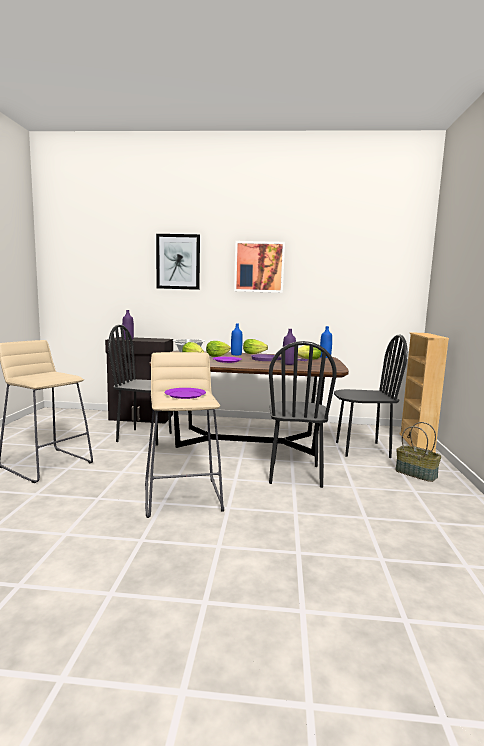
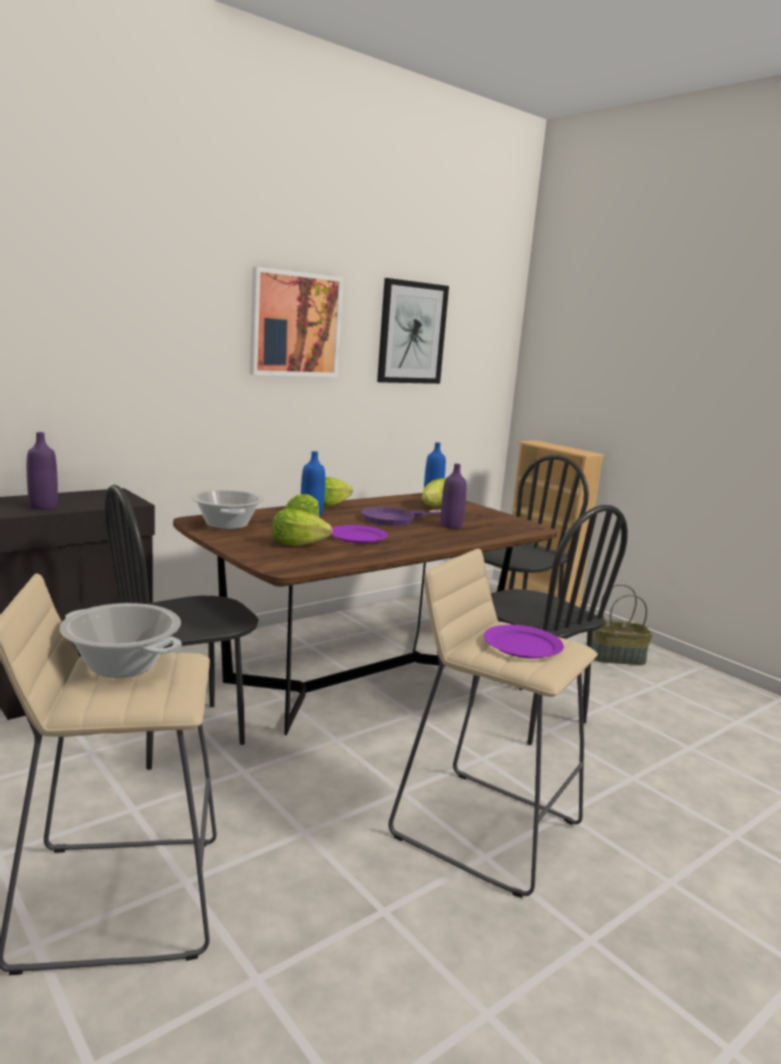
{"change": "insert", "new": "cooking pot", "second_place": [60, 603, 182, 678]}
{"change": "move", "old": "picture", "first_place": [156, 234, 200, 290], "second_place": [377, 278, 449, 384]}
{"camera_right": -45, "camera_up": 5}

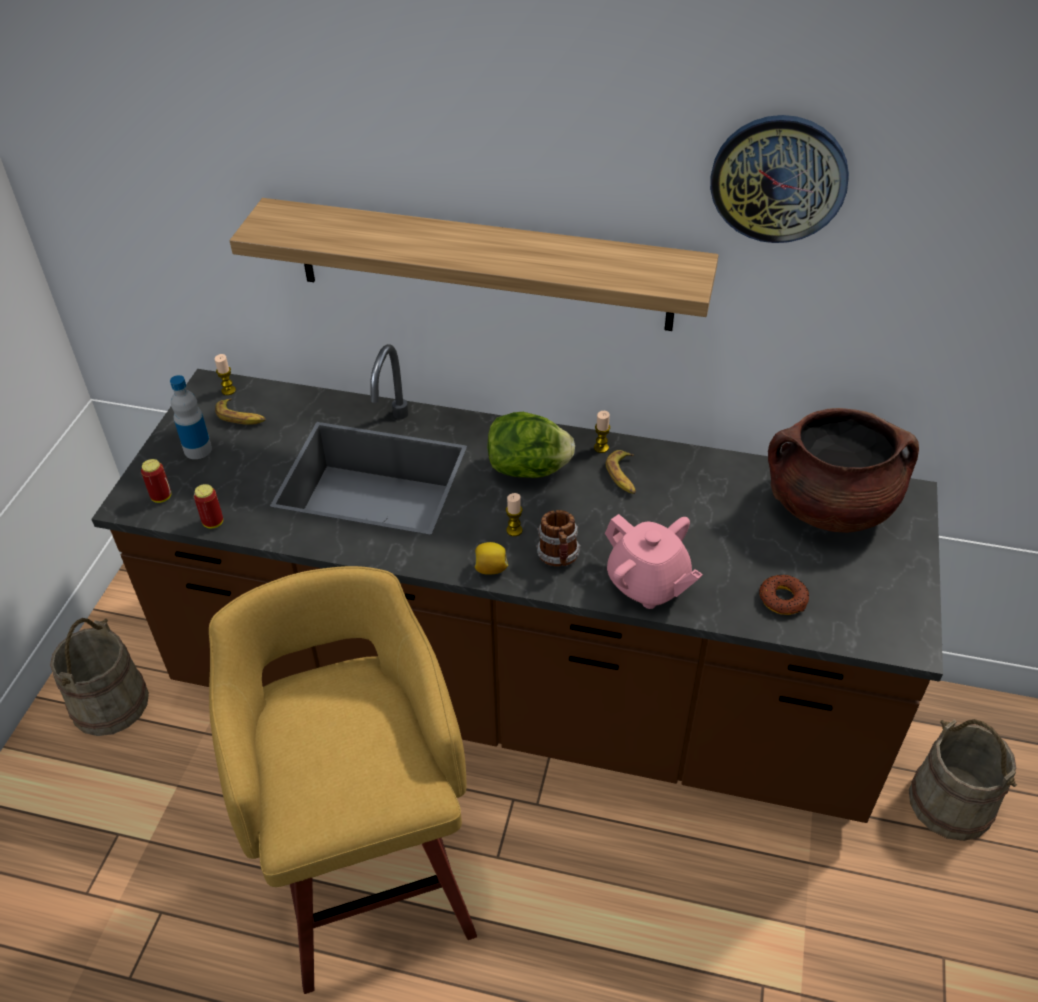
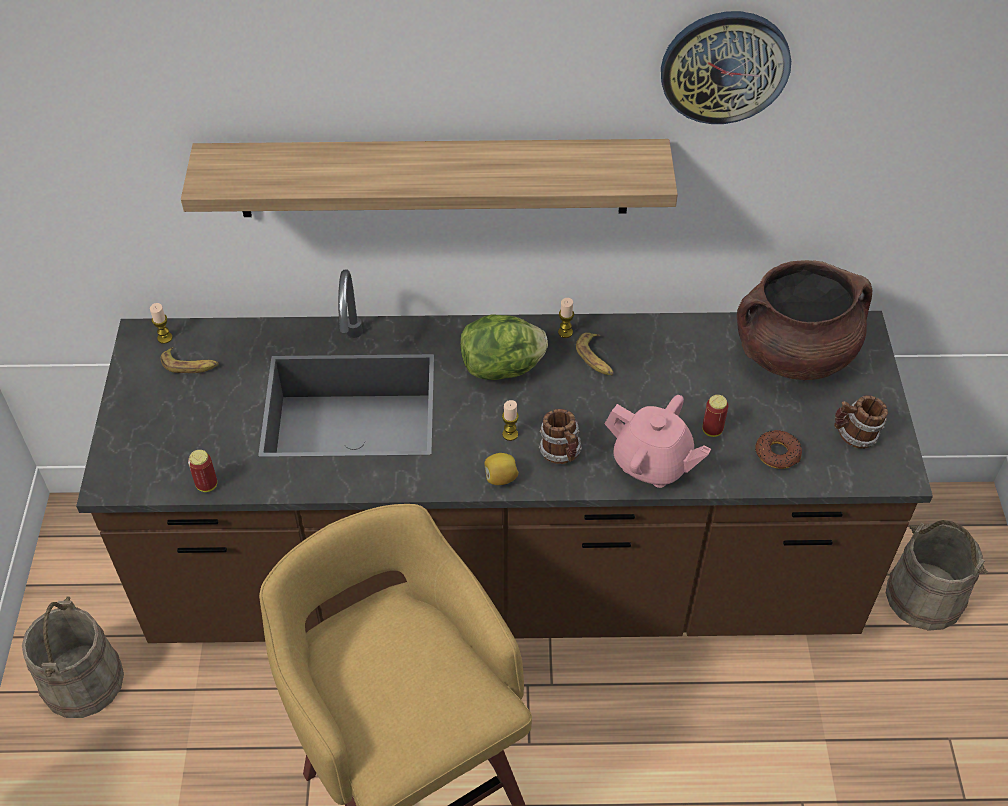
{"change": "move", "old": "can", "first_place": [141, 459, 171, 503], "second_place": [702, 395, 728, 437]}
{"change": "insert", "new": "mug", "second_place": [834, 395, 888, 449]}
{"change": "delete", "old": "bottle", "first_place": [170, 375, 212, 459]}
{"camera_right": -15, "camera_up": 5}

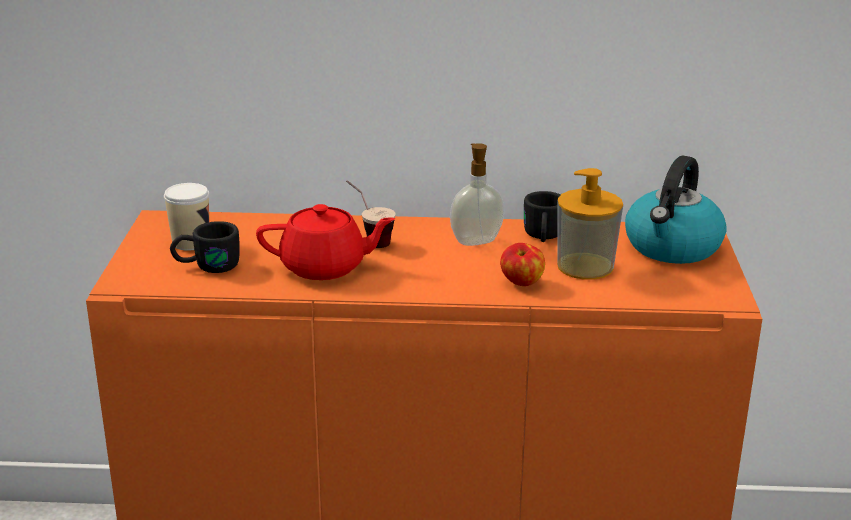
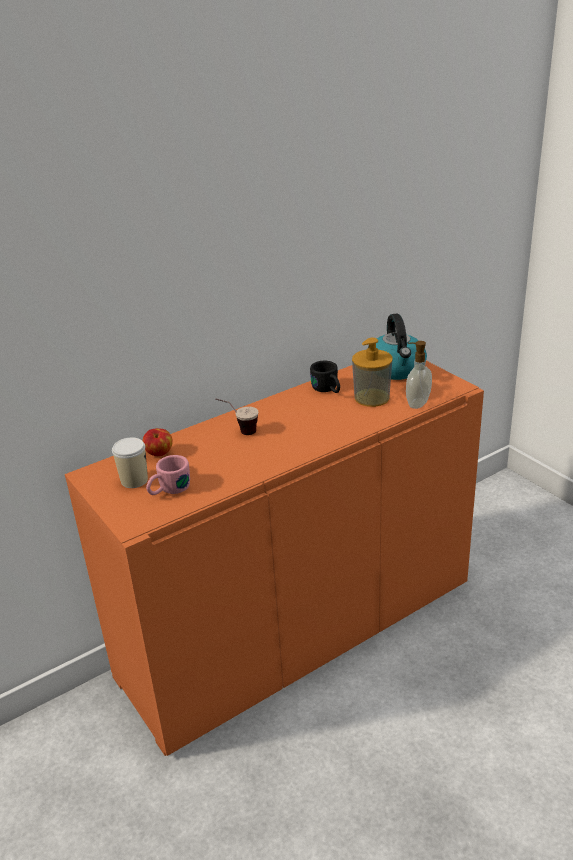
{"change": "move", "old": "apple", "first_place": [500, 243, 545, 286], "second_place": [142, 428, 173, 456]}
{"change": "recolor", "old": "black mug", "new": "pink mug", "first_place": [170, 221, 240, 273], "second_place": [146, 455, 190, 495]}
{"change": "move", "old": "soap dispenser", "first_place": [450, 143, 504, 246], "second_place": [406, 341, 432, 409]}
{"change": "delete", "old": "red teapot", "first_place": [256, 204, 395, 280]}
{"camera_right": -35, "camera_up": 5}

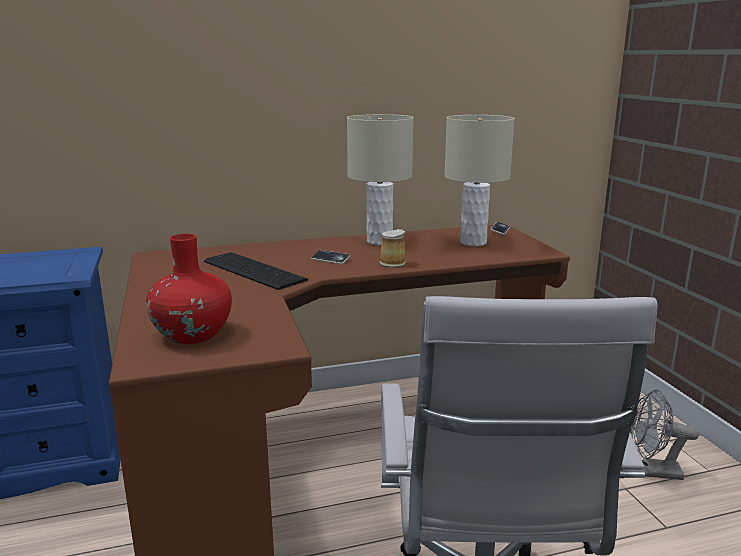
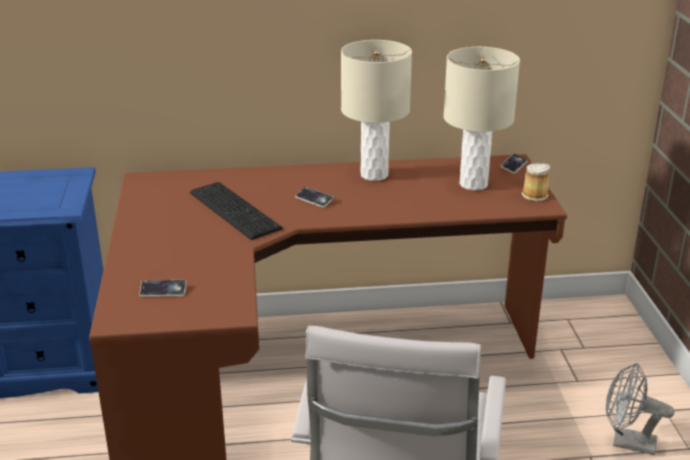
{"change": "replace", "old": "red vase", "new": "phone", "first_place": [146, 234, 232, 344], "second_place": [139, 280, 186, 297]}
{"change": "move", "old": "mug", "first_place": [379, 229, 406, 267], "second_place": [522, 164, 550, 201]}
{"camera_right": 10, "camera_up": 10}

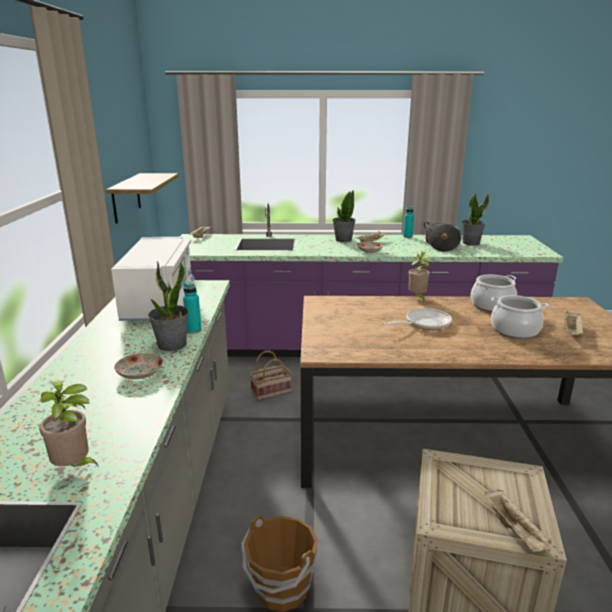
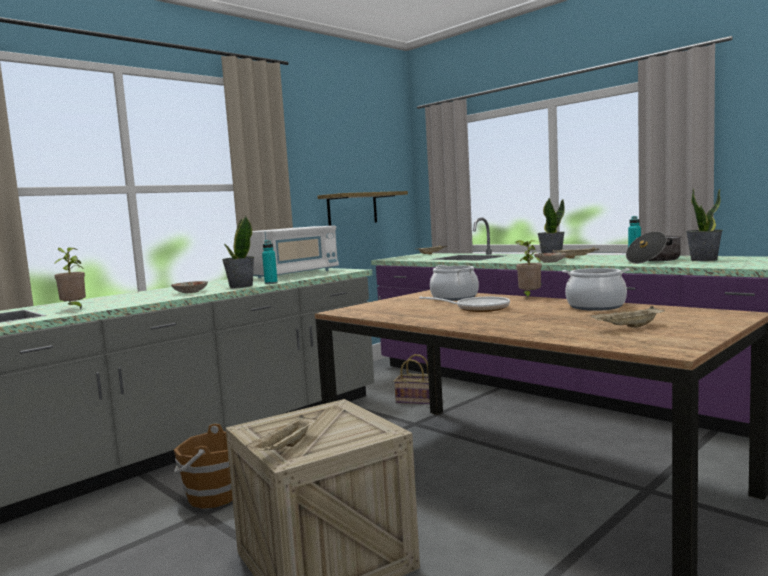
{"change": "move", "old": "cooking pot", "first_place": [491, 295, 549, 339], "second_place": [430, 265, 479, 301]}
{"camera_right": 45, "camera_up": -15}

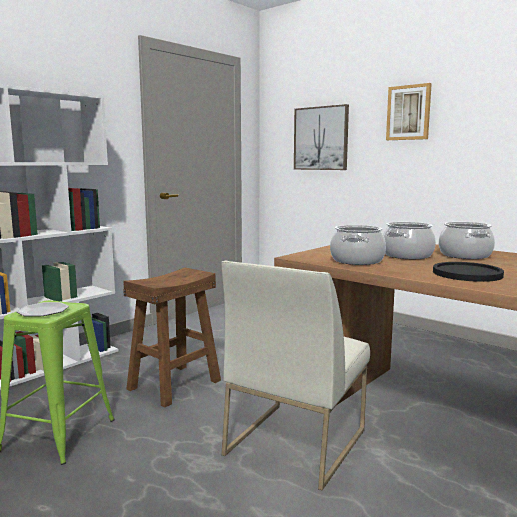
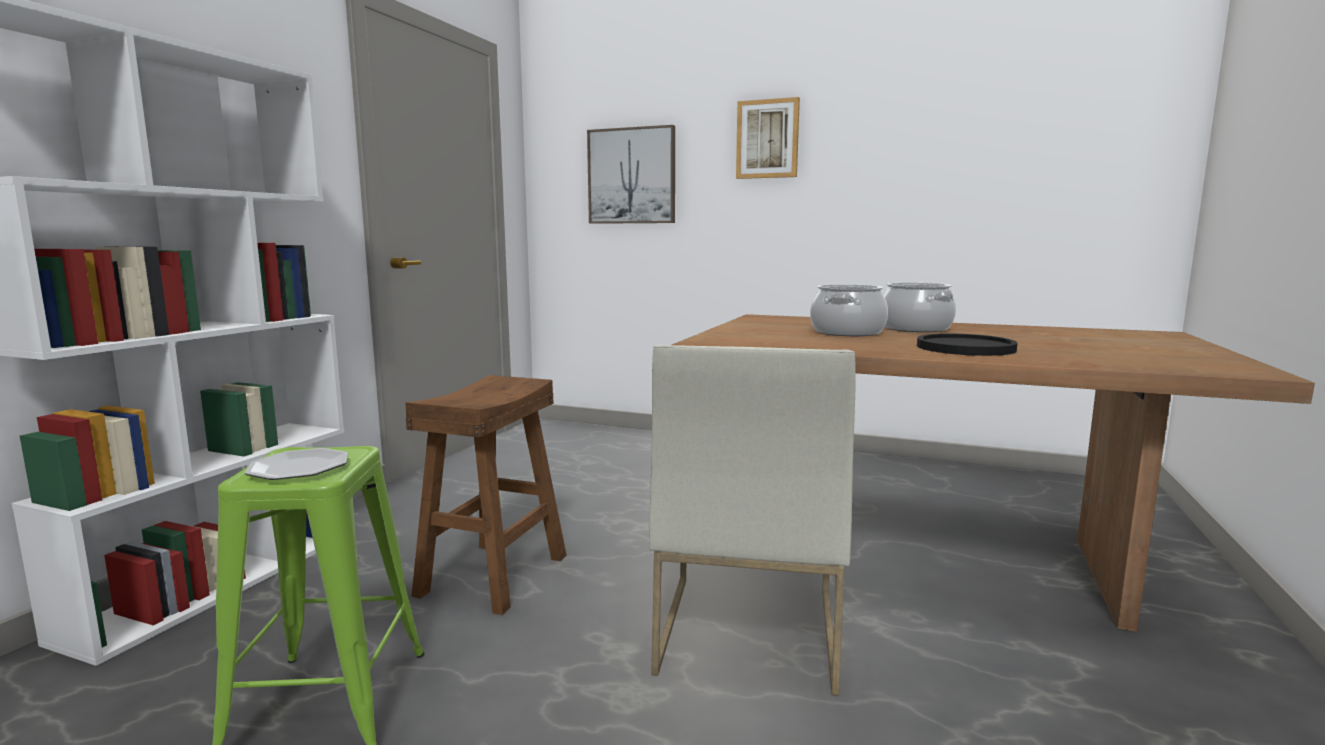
{"change": "delete", "old": "cooking pot", "first_place": [330, 225, 386, 265]}
{"camera_right": -20, "camera_up": 0}

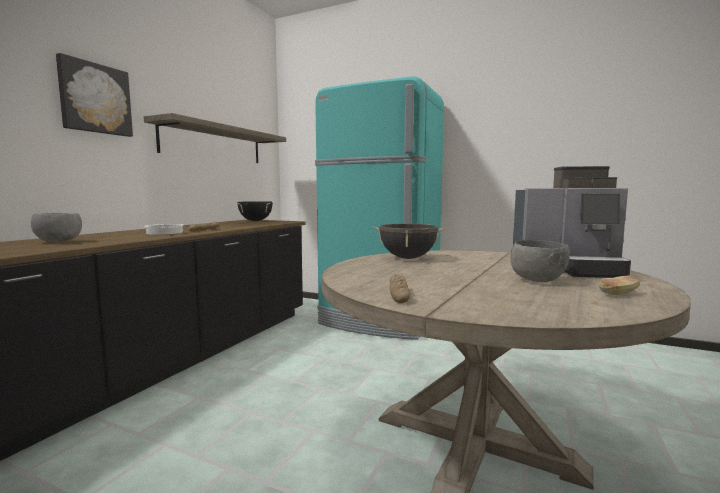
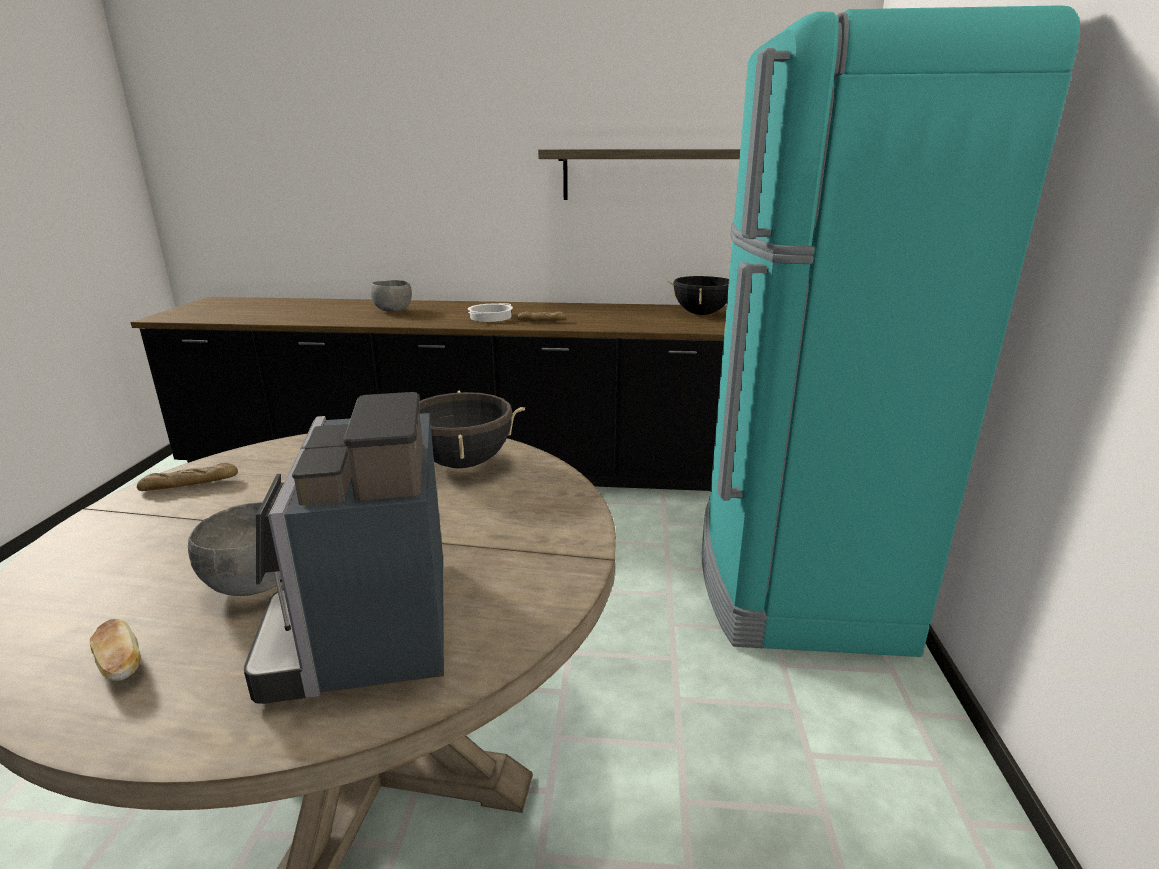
{"change": "delete", "old": "picture", "first_place": [56, 53, 133, 137]}
{"camera_right": 70, "camera_up": 15}

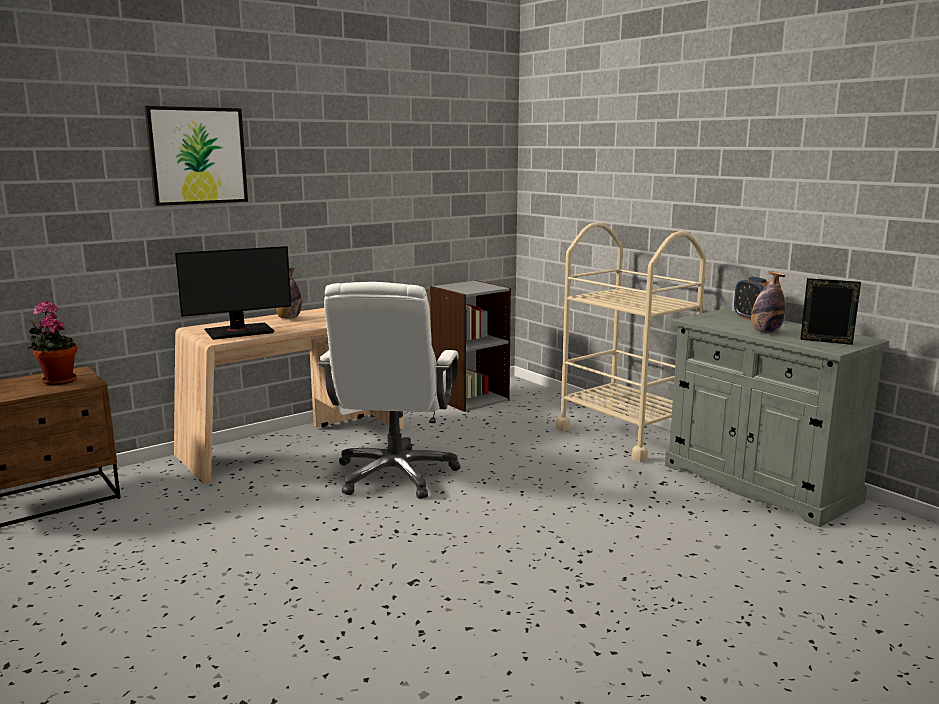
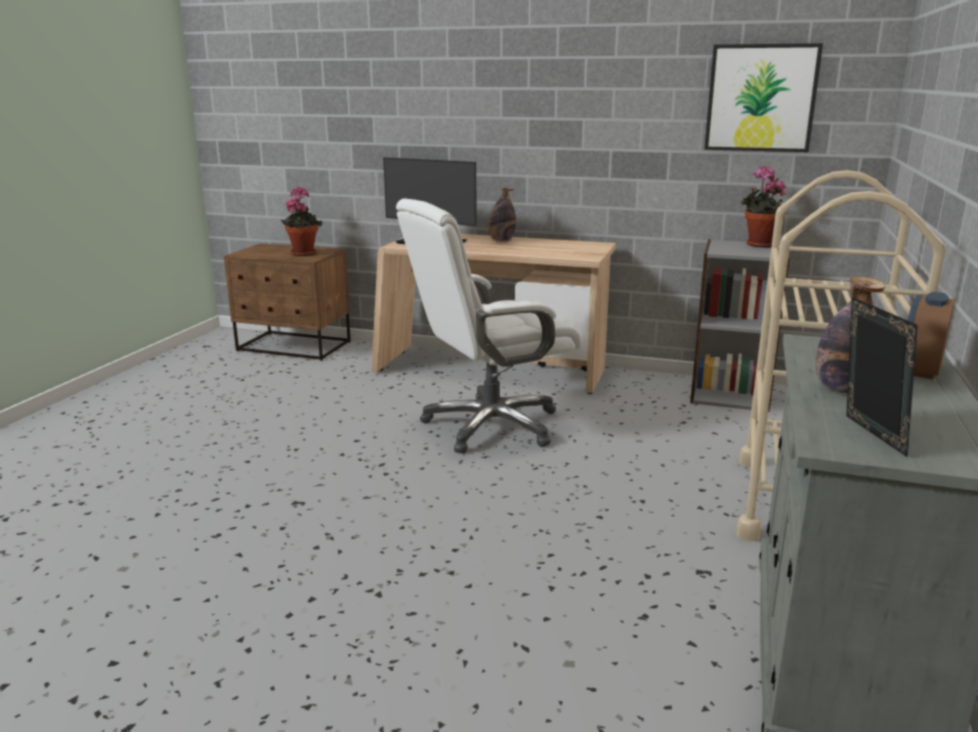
{"change": "move", "old": "picture", "first_place": [144, 106, 248, 206], "second_place": [704, 43, 823, 152]}
{"change": "insert", "new": "potted plant", "second_place": [741, 166, 789, 248]}
{"camera_right": 55, "camera_up": 5}

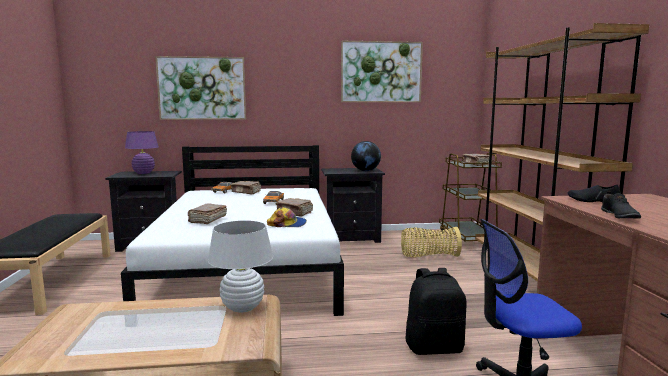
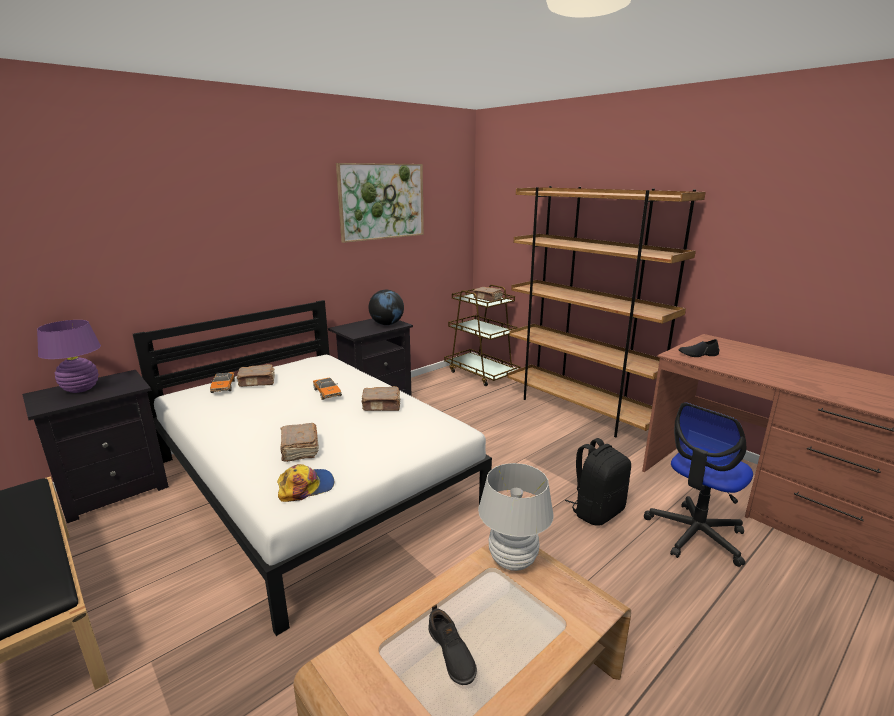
{"change": "move", "old": "cap", "first_place": [267, 207, 307, 227], "second_place": [277, 464, 334, 502]}
{"change": "move", "old": "black shoe", "first_place": [601, 191, 641, 219], "second_place": [428, 605, 477, 685]}
{"change": "delete", "old": "picture", "first_place": [155, 56, 246, 120]}
{"change": "delete", "old": "basket", "first_place": [401, 227, 462, 258]}
{"camera_right": -35, "camera_up": 10}

